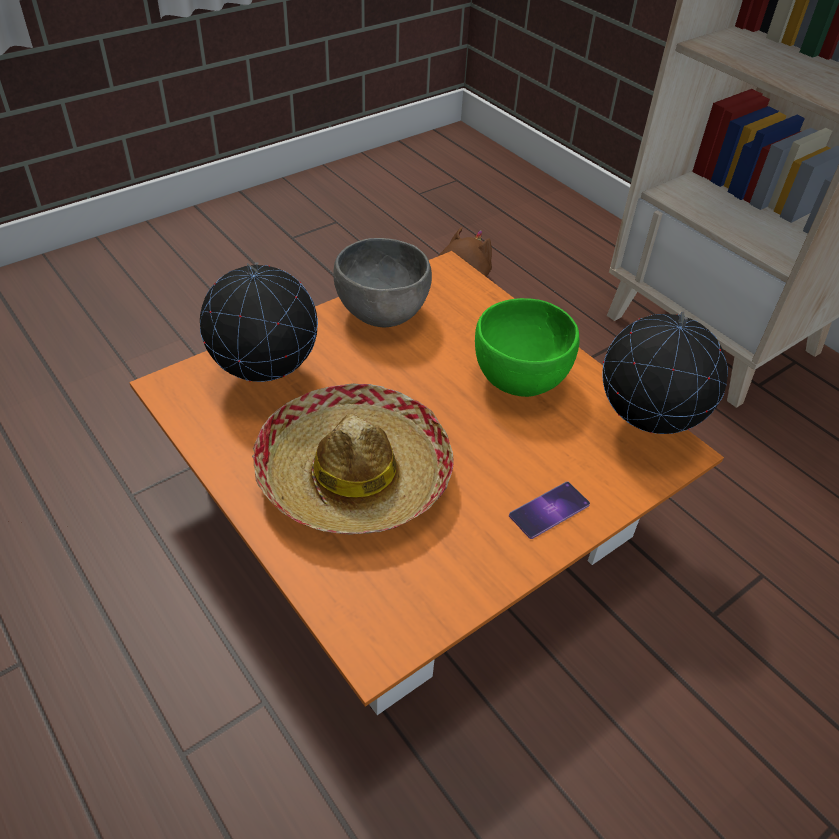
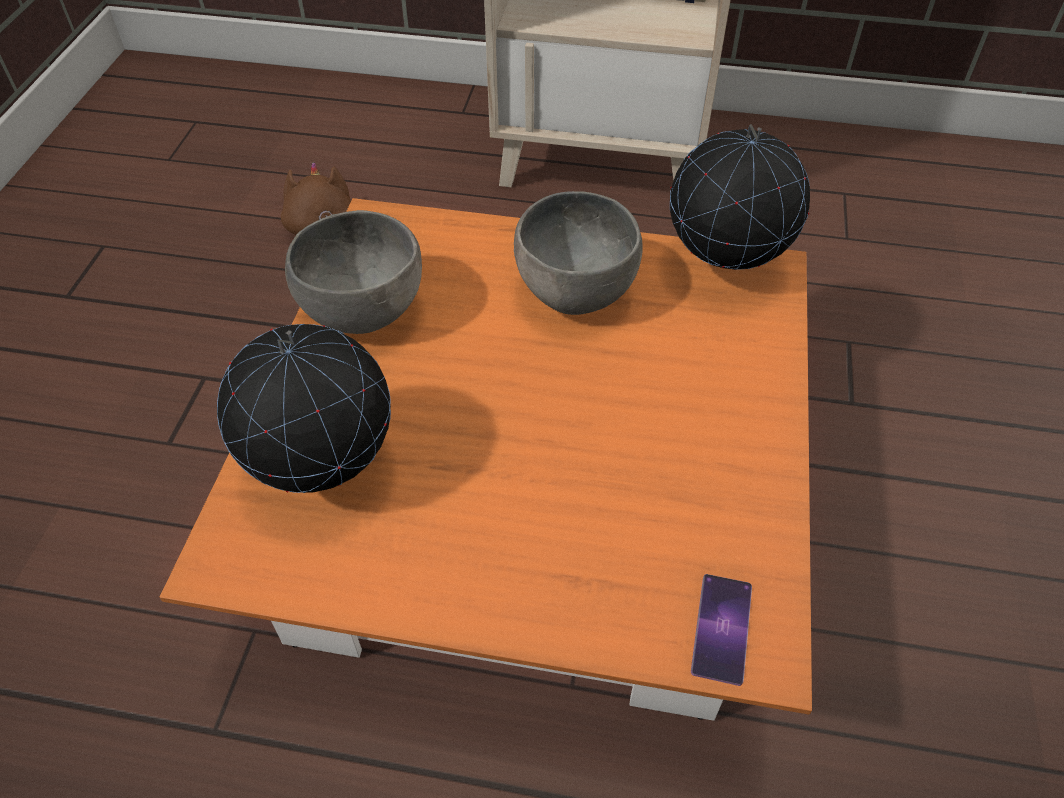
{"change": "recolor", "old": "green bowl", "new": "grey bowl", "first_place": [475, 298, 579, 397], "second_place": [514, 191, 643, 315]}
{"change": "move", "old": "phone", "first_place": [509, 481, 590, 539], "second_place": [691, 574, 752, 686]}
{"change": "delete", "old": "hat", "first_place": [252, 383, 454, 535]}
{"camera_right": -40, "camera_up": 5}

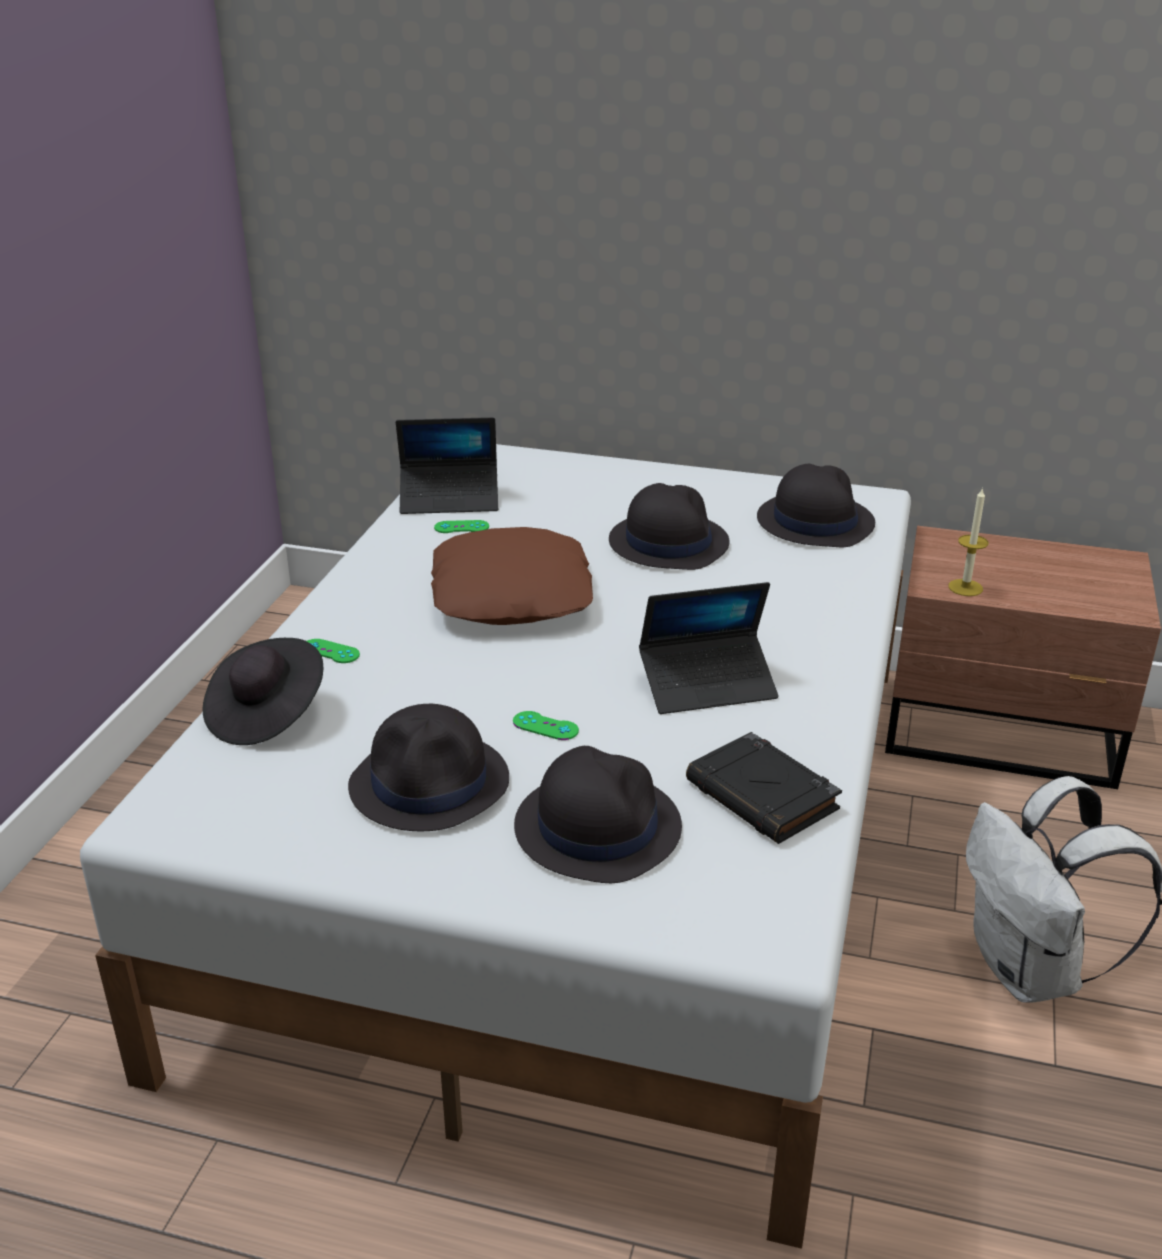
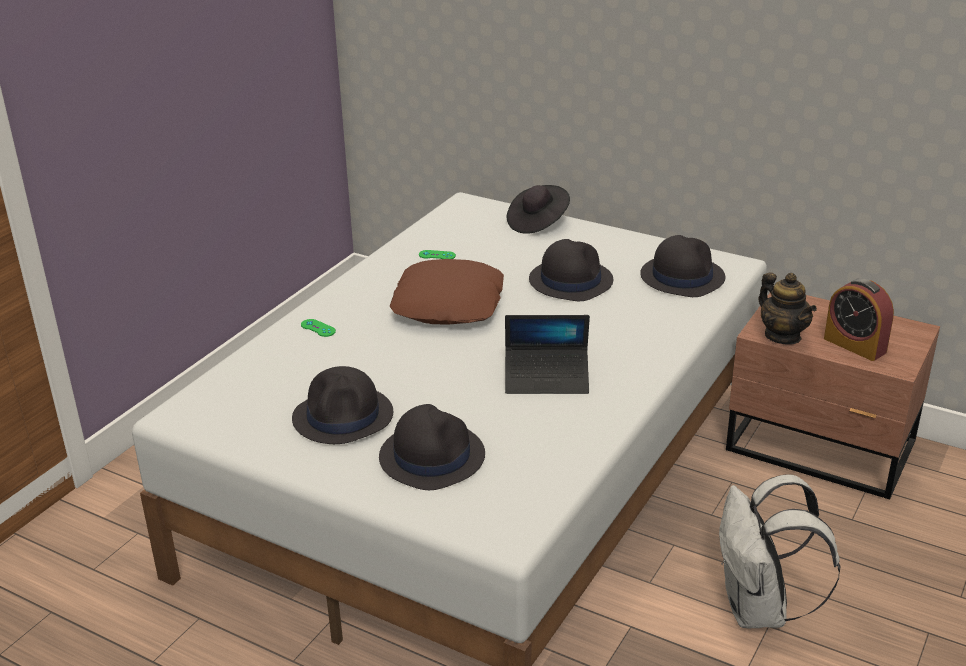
{"change": "move", "old": "black hat", "first_place": [203, 638, 323, 745], "second_place": [507, 185, 570, 234]}
{"change": "replace", "old": "candle", "new": "teapot", "first_place": [948, 487, 988, 596], "second_place": [758, 272, 817, 345]}
{"change": "insert", "new": "alarm clock", "second_place": [824, 278, 894, 361]}
{"change": "delete", "old": "laptop", "first_place": [396, 417, 498, 514]}
{"change": "delete", "old": "green game controller", "first_place": [513, 711, 579, 740]}
{"change": "delete", "old": "black book", "first_place": [686, 732, 842, 844]}
{"camera_right": 15, "camera_up": 0}

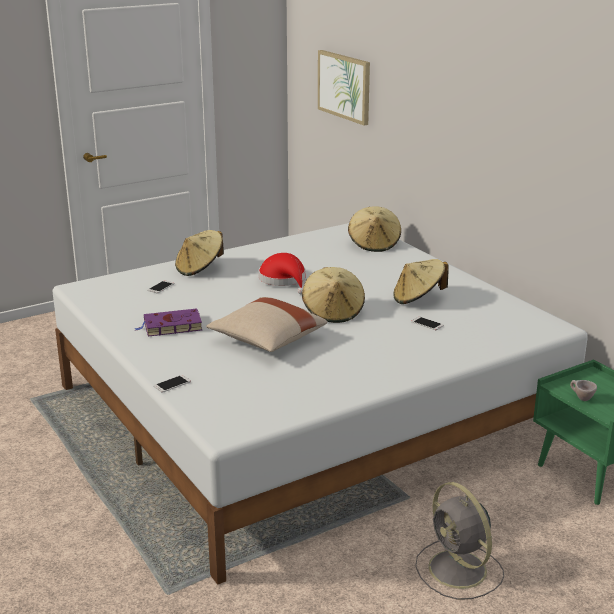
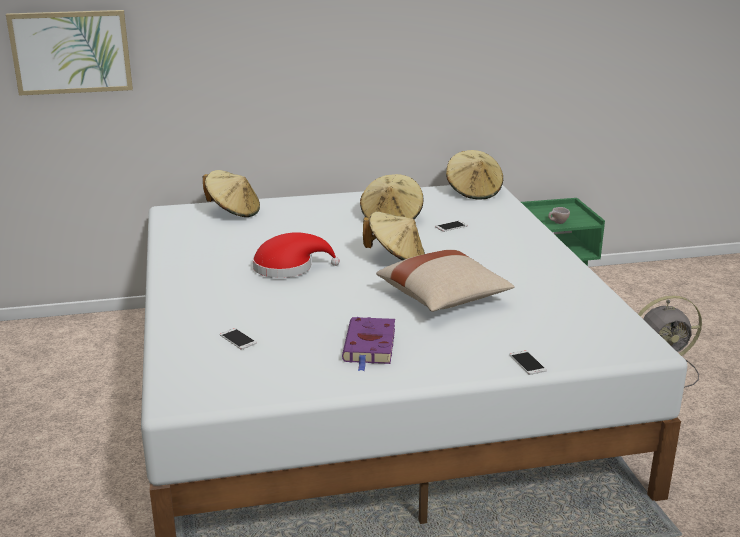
{"change": "move", "old": "beige hat", "first_place": [175, 230, 224, 276], "second_place": [446, 150, 503, 200]}
{"camera_right": -70, "camera_up": 0}

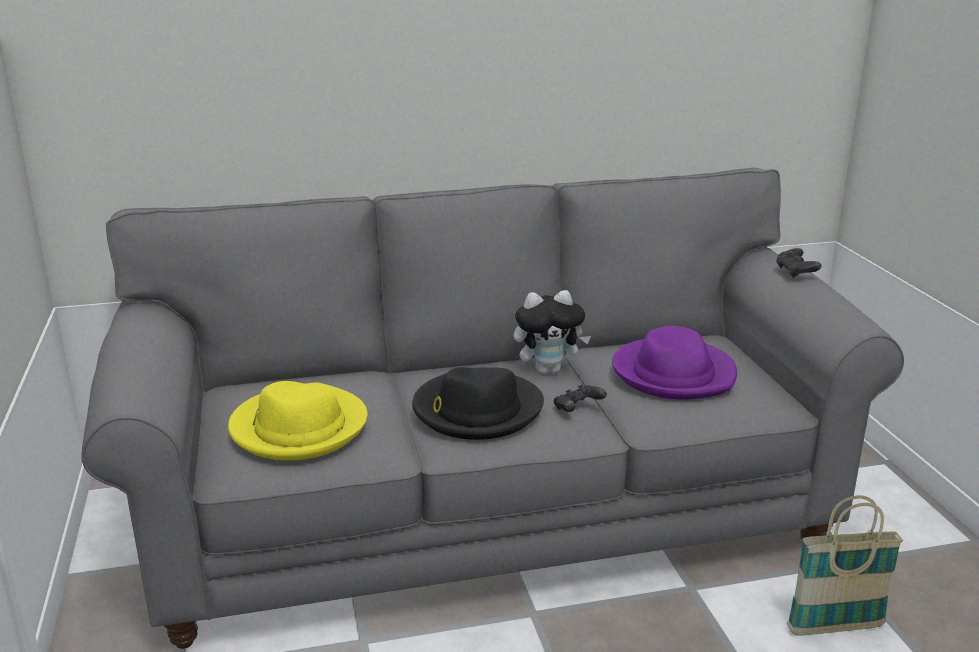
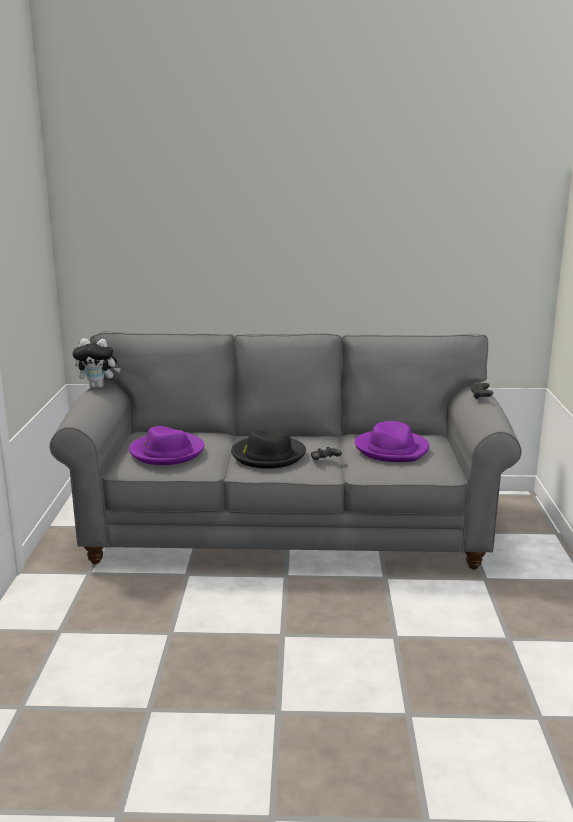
{"change": "move", "old": "plush toy", "first_place": [514, 290, 591, 374], "second_place": [72, 338, 121, 388]}
{"change": "recolor", "old": "yellow hat", "new": "purple hat", "first_place": [228, 381, 368, 460], "second_place": [129, 426, 204, 465]}
{"change": "delete", "old": "basket", "first_place": [787, 495, 904, 635]}
{"camera_right": 15, "camera_up": -5}

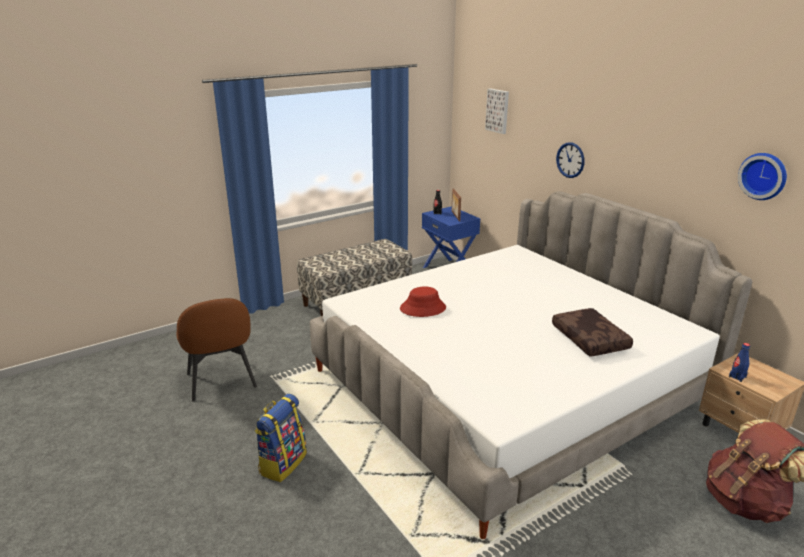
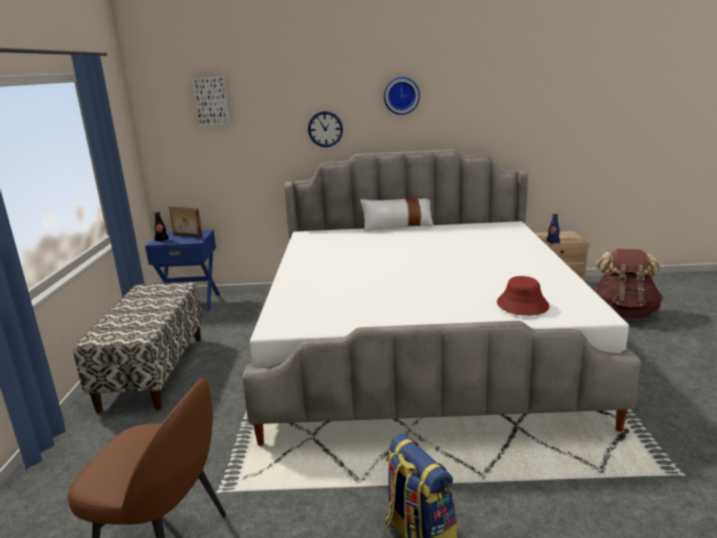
{"change": "insert", "new": "white pillow", "second_place": [360, 198, 434, 232]}
{"change": "move", "old": "wall clock", "first_place": [738, 153, 787, 200], "second_place": [384, 77, 420, 115]}
{"change": "move", "old": "red hat", "first_place": [400, 287, 446, 317], "second_place": [497, 276, 549, 316]}
{"change": "delete", "old": "brown pillow", "first_place": [552, 308, 633, 356]}
{"camera_right": -55, "camera_up": -5}

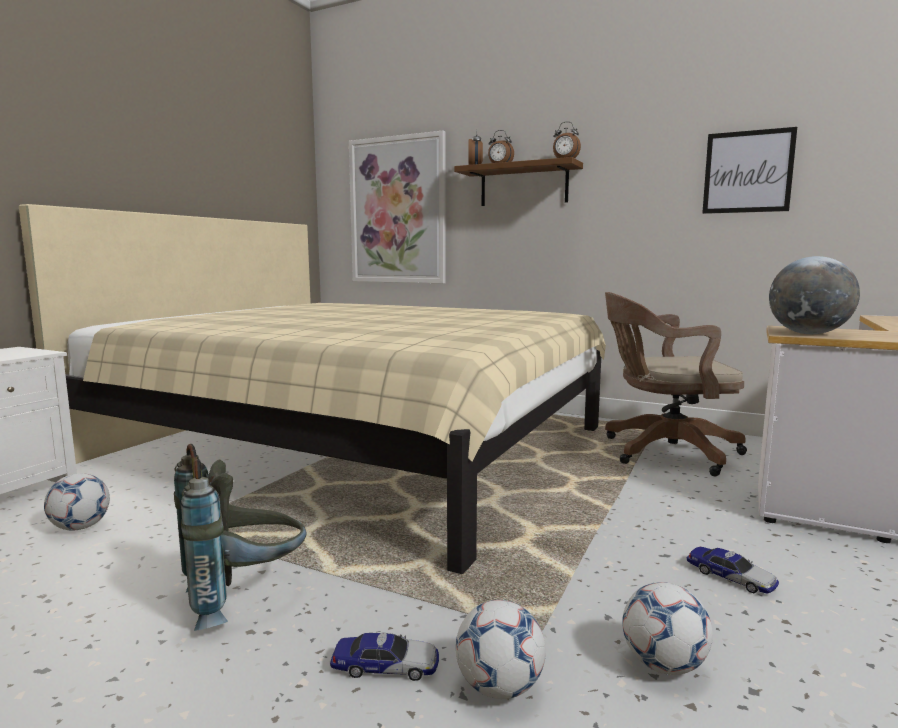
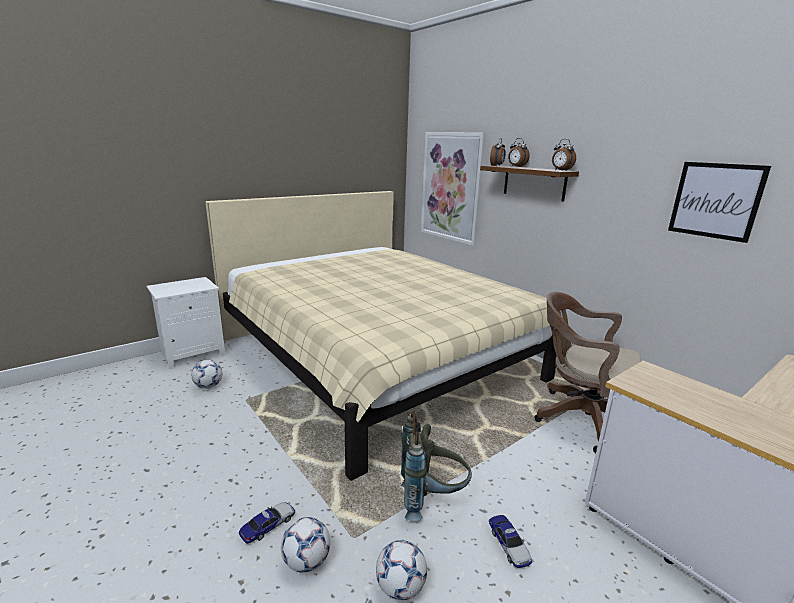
{"change": "rotate", "old": "toy car", "first_place": [330, 632, 439, 681], "second_place": [239, 502, 295, 544], "degrees": -75}
{"change": "move", "old": "grey backpack", "first_place": [174, 444, 307, 631], "second_place": [401, 412, 472, 521]}
{"change": "delete", "old": "globe", "first_place": [769, 256, 860, 334]}
{"camera_right": 25, "camera_up": 10}

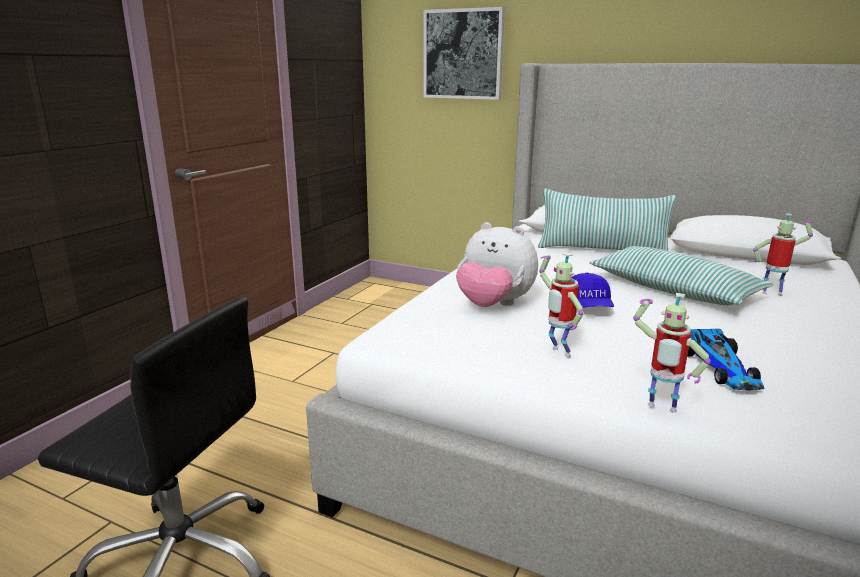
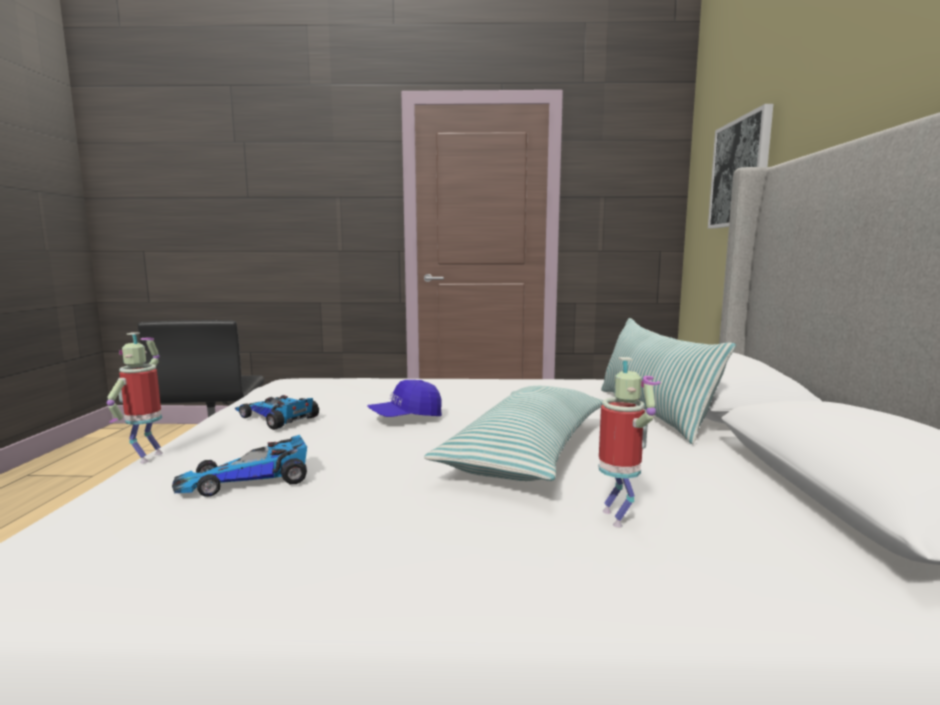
{"change": "replace", "old": "toy robot", "new": "toy car", "first_place": [539, 253, 584, 357], "second_place": [235, 395, 319, 430]}
{"change": "delete", "old": "plush toy", "first_place": [456, 222, 538, 307]}
{"camera_right": 65, "camera_up": -10}

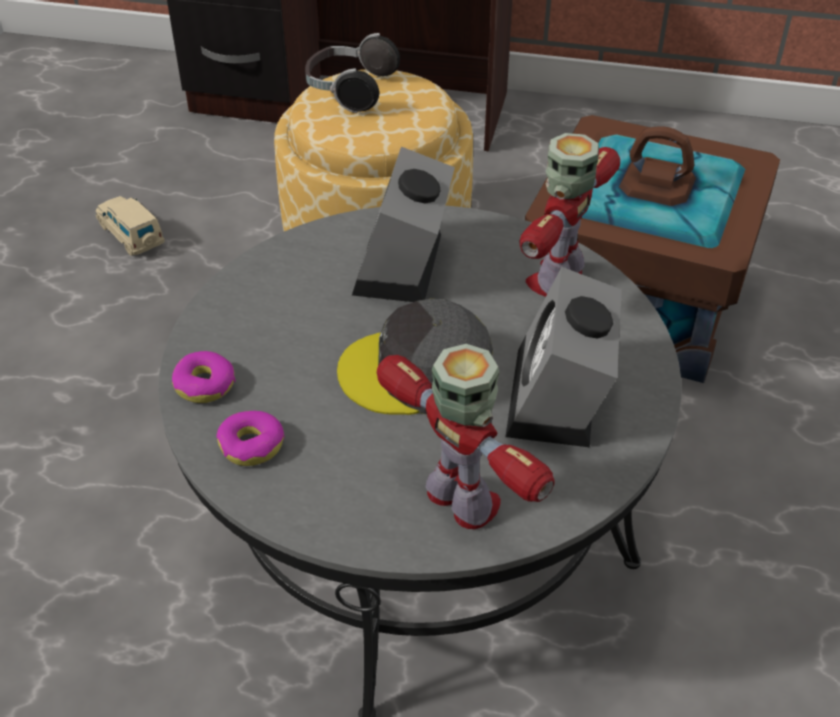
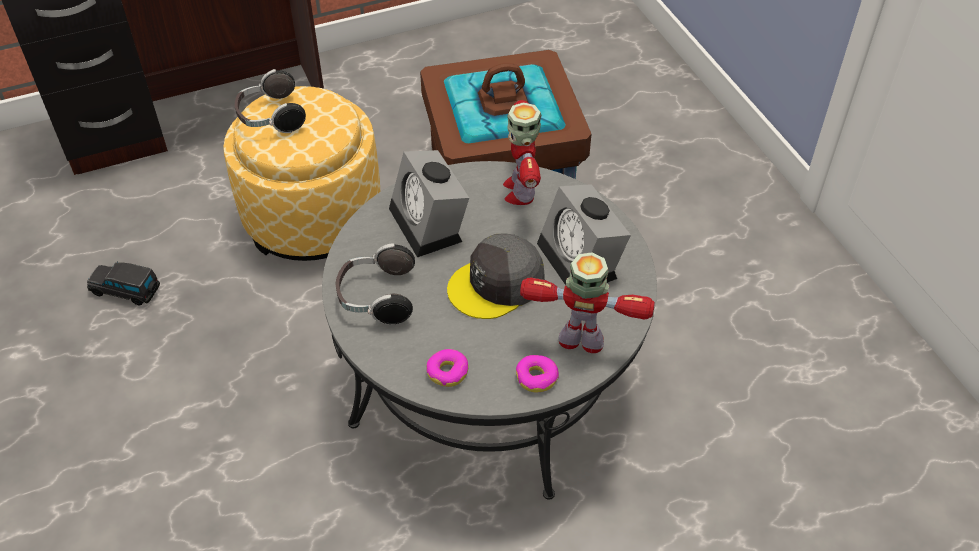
{"change": "recolor", "old": "beige toy car", "new": "black toy car", "first_place": [96, 196, 165, 256], "second_place": [87, 261, 160, 305]}
{"change": "insert", "new": "headphones", "second_place": [336, 243, 415, 325]}
{"change": "move", "old": "donut", "first_place": [172, 351, 236, 403], "second_place": [516, 355, 559, 392]}
{"camera_right": -35, "camera_up": 5}

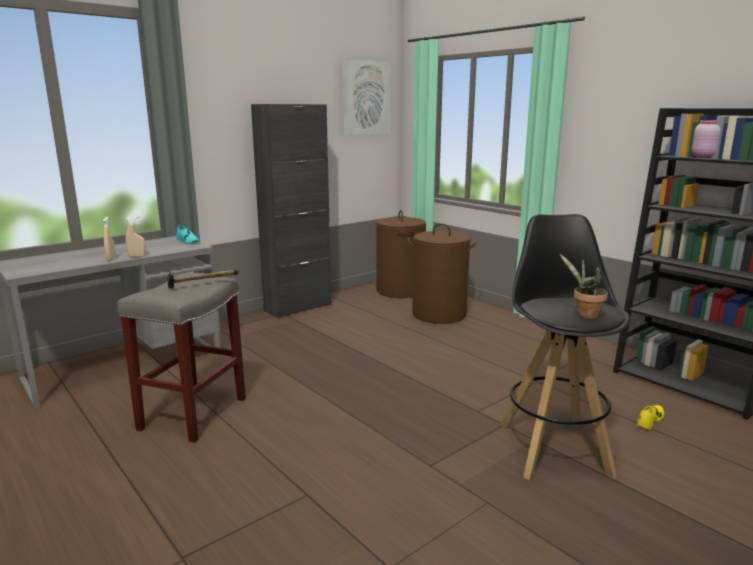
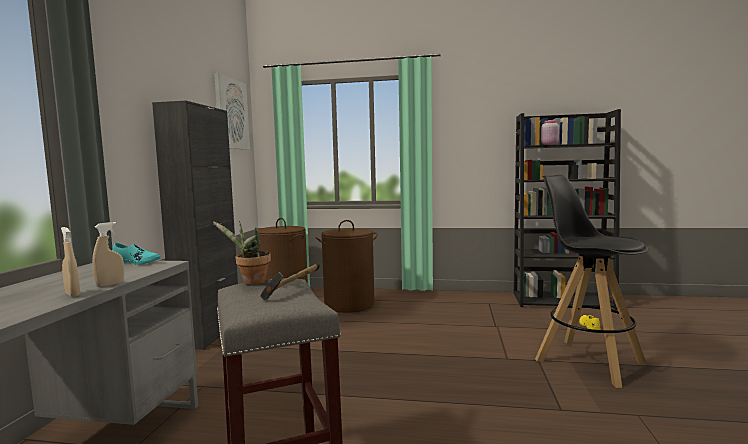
{"change": "move", "old": "potted plant", "first_place": [559, 253, 608, 319], "second_place": [212, 221, 271, 285]}
{"camera_right": -40, "camera_up": -10}

